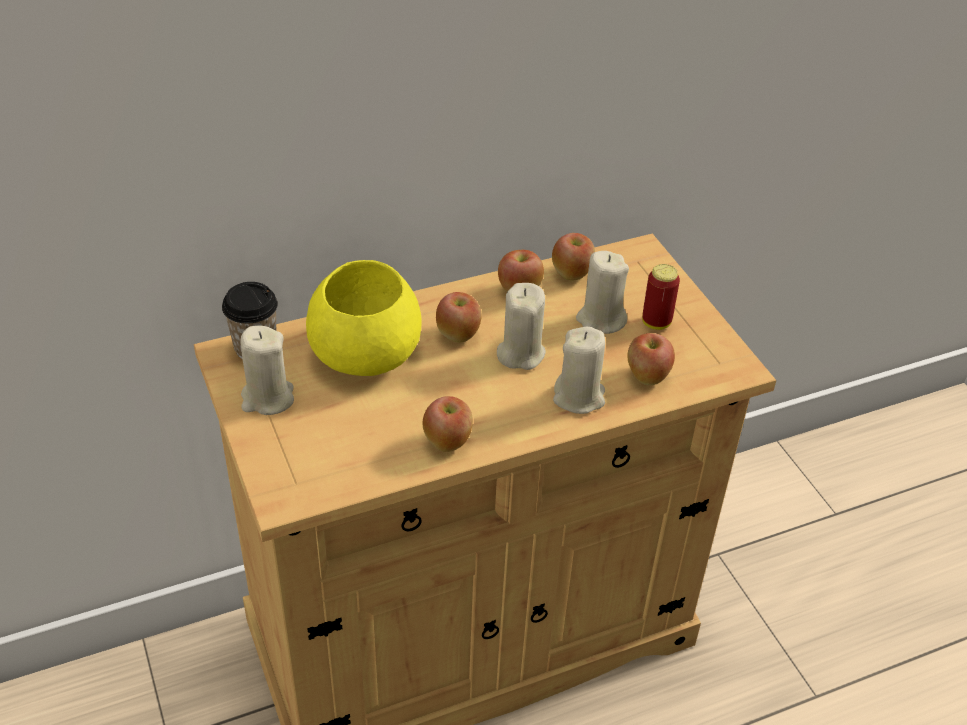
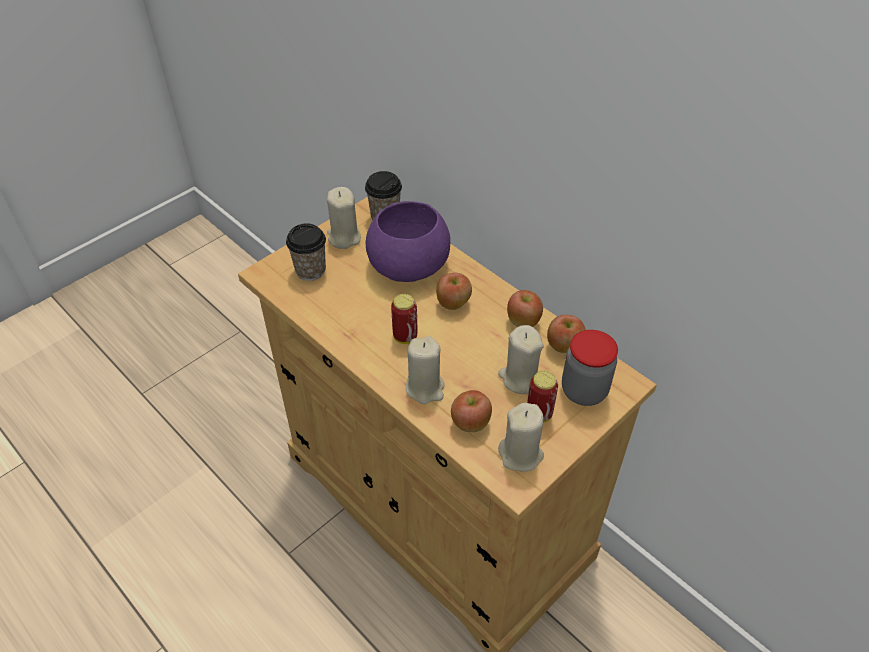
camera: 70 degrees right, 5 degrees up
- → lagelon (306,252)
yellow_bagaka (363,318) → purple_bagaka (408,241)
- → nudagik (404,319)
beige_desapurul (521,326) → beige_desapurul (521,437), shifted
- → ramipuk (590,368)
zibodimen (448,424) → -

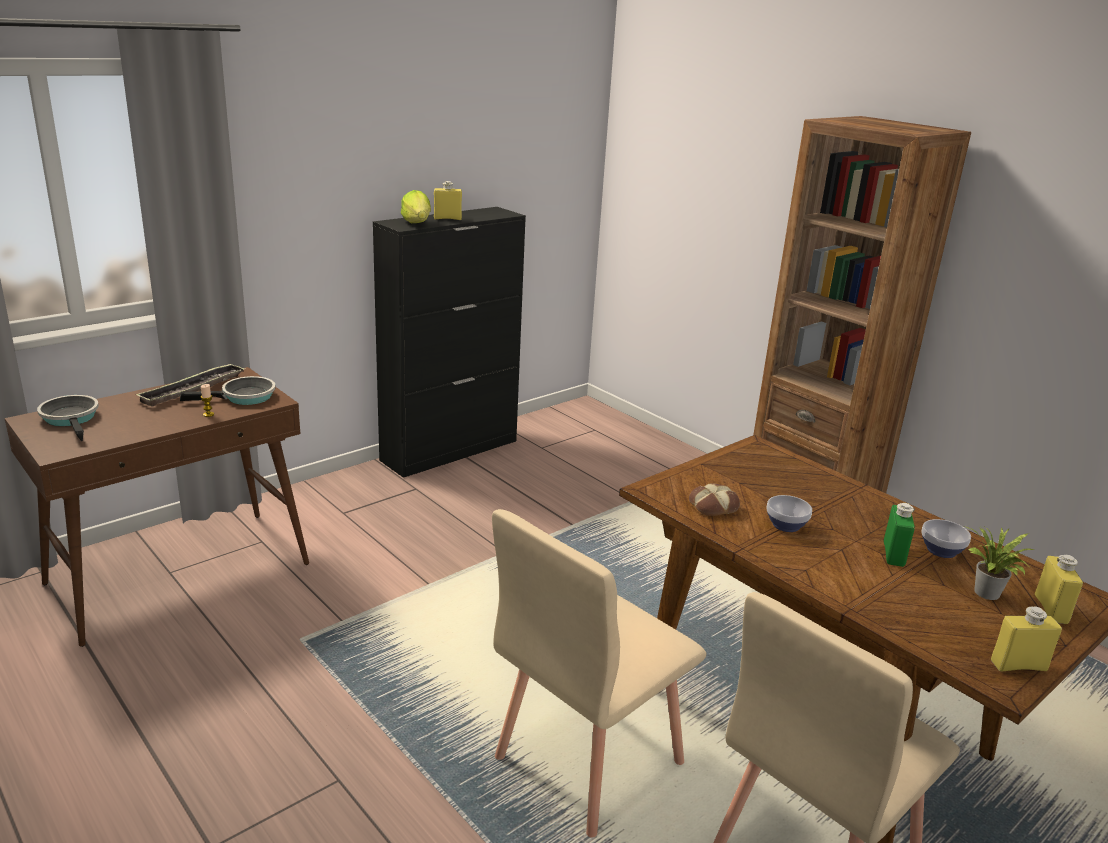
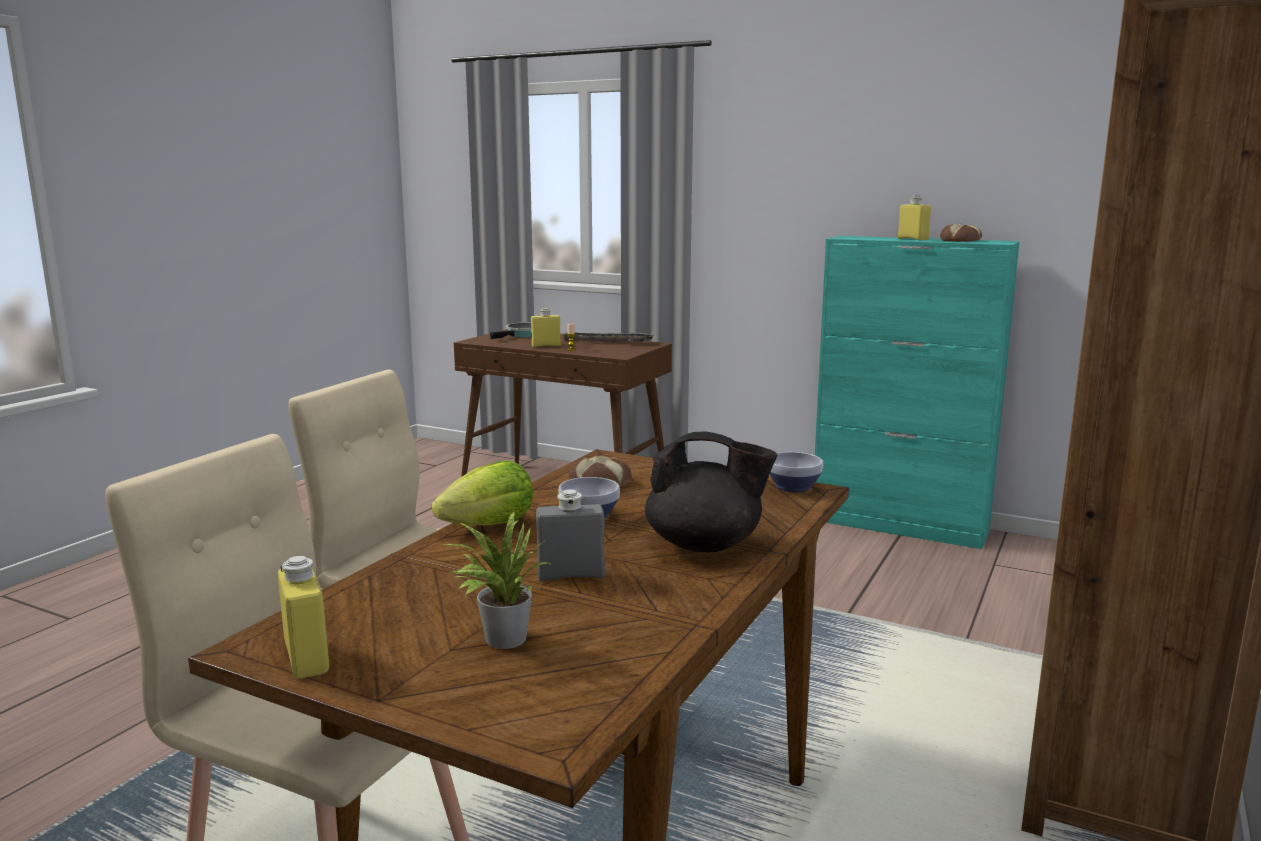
camera: 70 degrees right, 10 degrees down
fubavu (416,206) → fubavu (482,492), shifted
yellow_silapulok (1059,589) → yellow_silapulok (546,327), shifted
green_silapulok (899,535) → grey_silapulok (570,535)
- → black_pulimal (711,492)
bagaka (946,538) → bagaka (796,472), shifted
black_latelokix (449,342) → turquoise_latelokix (917,392)
- → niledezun (961,232)
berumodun (228,390) → -

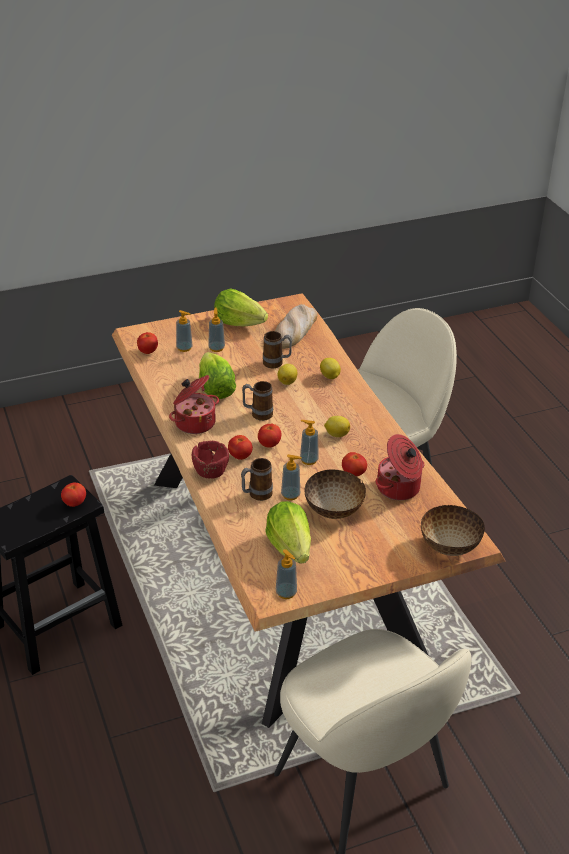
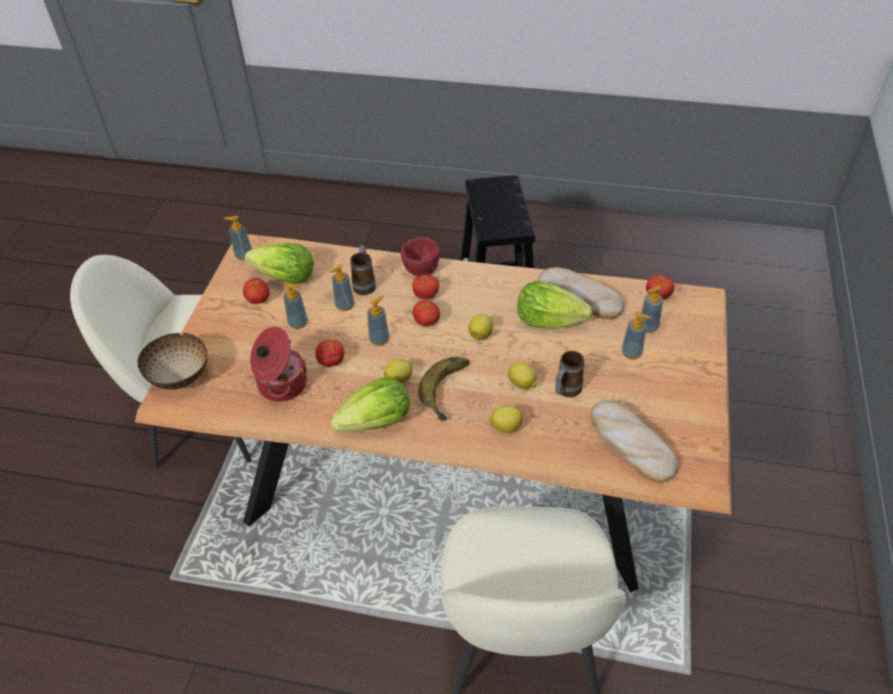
camera: 125 degrees right, 10 degrees up
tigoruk (73,494) → tigoruk (256,291), shifted
bagaka (335,494) → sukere (295,306)
fubavu (241,307) → fubavu (370,405), shifted
- → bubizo (443,389)
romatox (257,401) → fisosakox (480,327)
- → niledezun (581,293)
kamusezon (194,404) → -

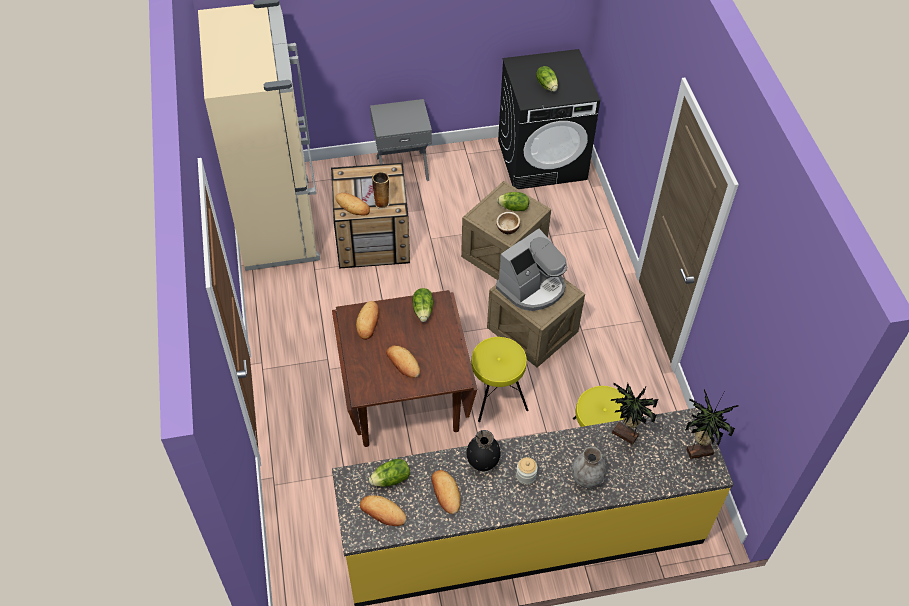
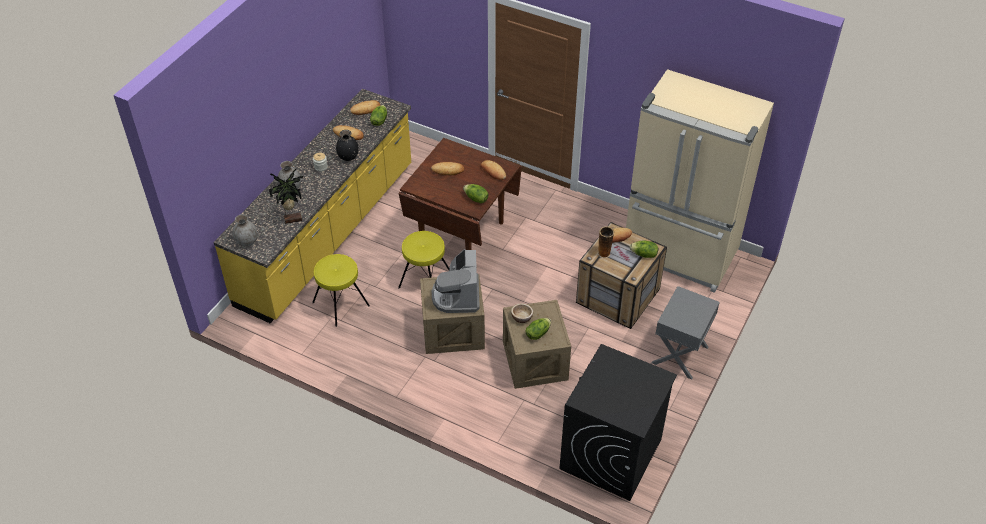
camera: 130 degrees right, 5 degrees down
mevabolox (712,424) → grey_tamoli (245,230)
fubavu (547,79) → fubavu (644,249), shifted

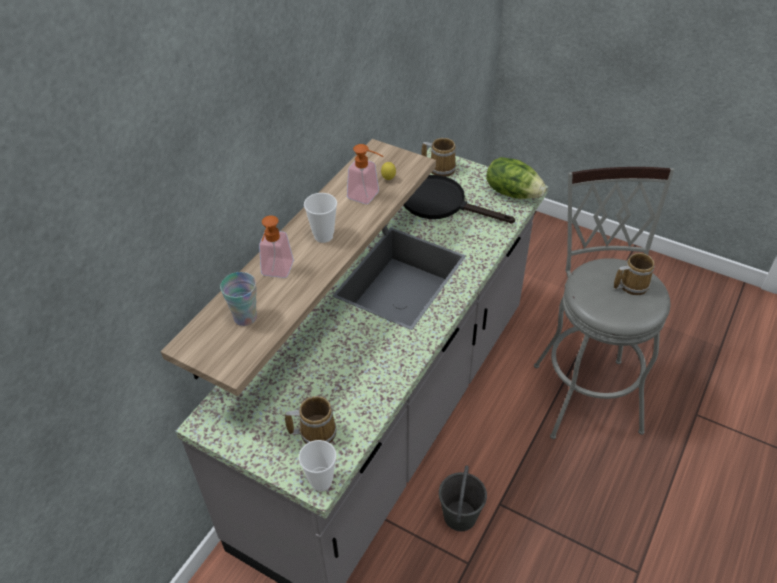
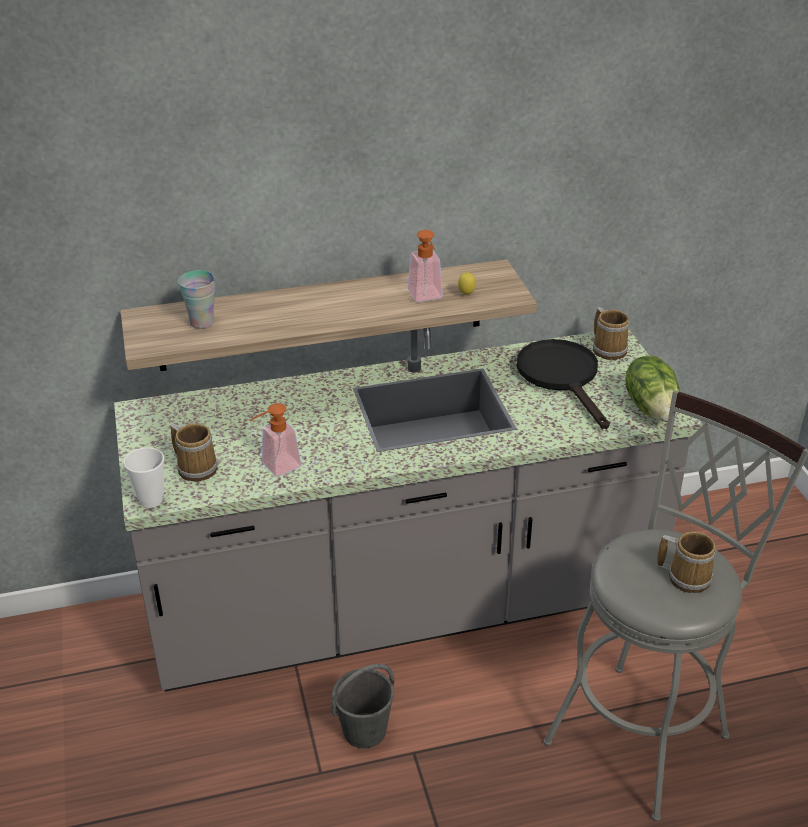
camera: 45 degrees right, 10 degrees down
sukere (276,247) → sukere (275,440), shifted
lagelon (320,218) → -

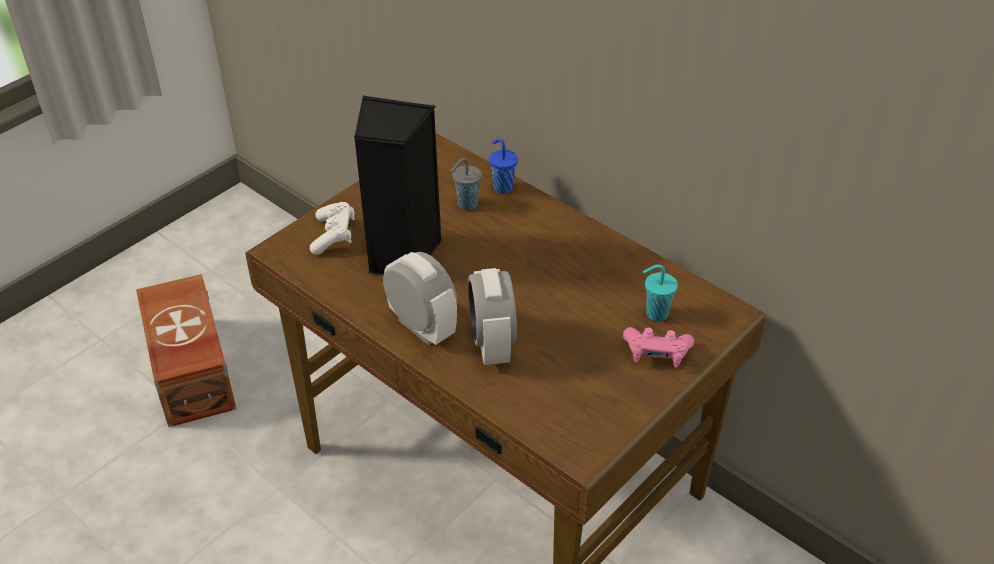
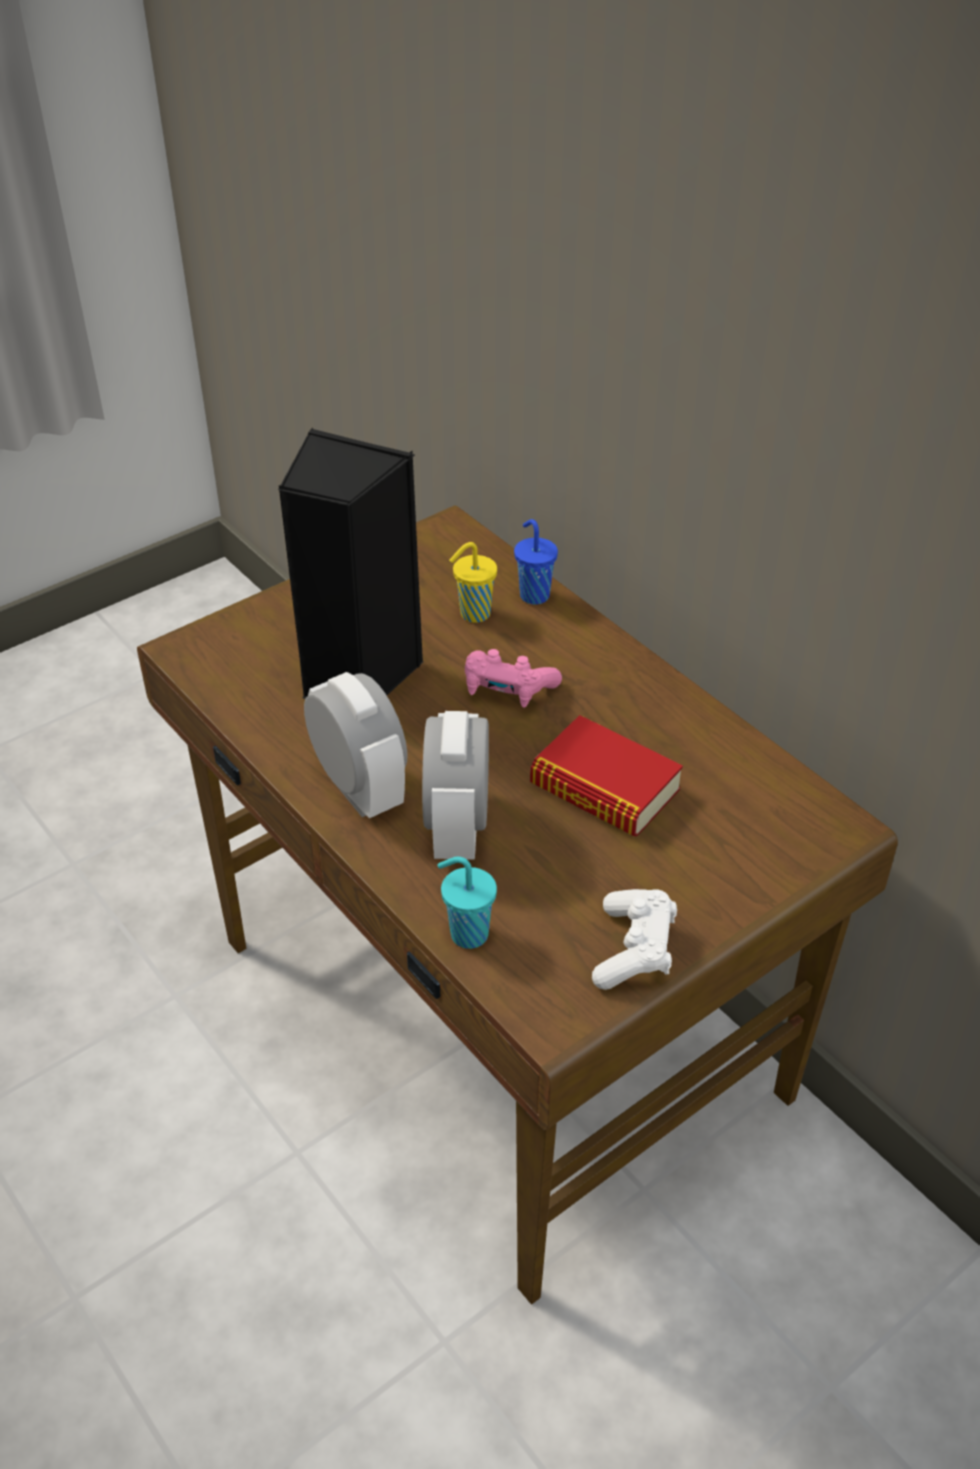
camera: 10 degrees right, 0 degrees up
turquoise_lagelon (660,292) → turquoise_lagelon (467,903), shifted
grey_lagelon (466,184) → yellow_lagelon (473,582)
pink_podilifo (658,347) → pink_podilifo (513,678), shifted
- → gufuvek (606,776)
white_podilifo (332,228) → white_podilifo (634,939), shifted
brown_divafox (186,350) → -

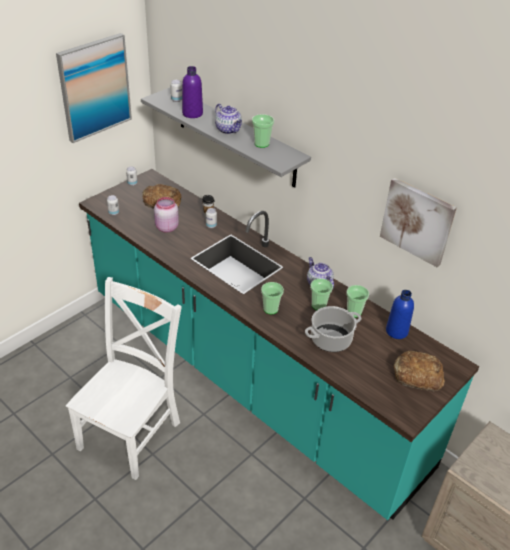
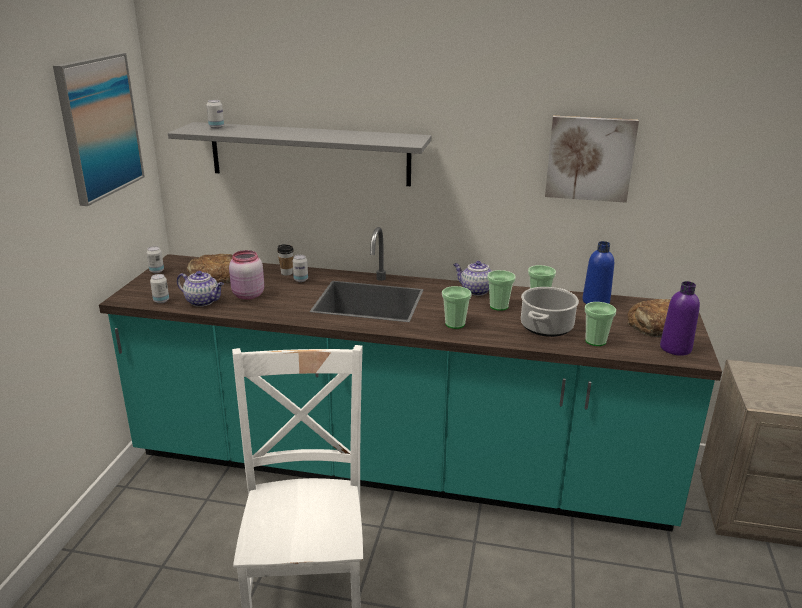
camera: 30 degrees left, 15 degrees down
pulimal (228,119) → pulimal (200,289), shifted
lagelon (263,131) → lagelon (600,324), shifted
purple_silapulok (192,92) → purple_silapulok (680,318), shifted

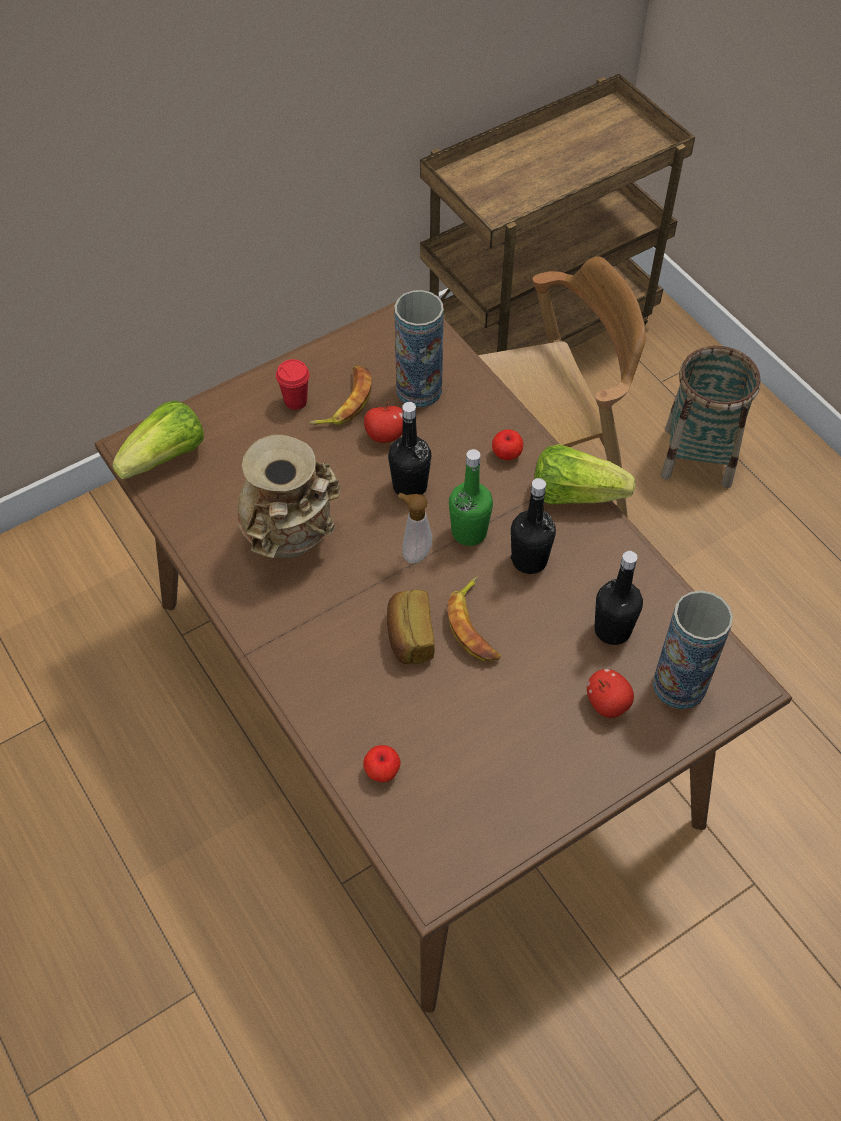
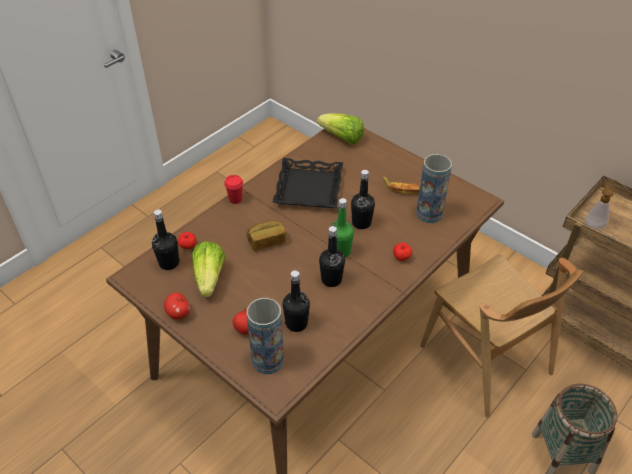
camera: 75 degrees right, 10 degrees down
- → black_silapulok (166,240)
zibodimen (383,422) → zibodimen (177,306), shifted
fubavu (584,474) → fubavu (209,269), shifted
red_lagelon (293,384) → red_lagelon (233,189), shifted
beige_tamoli (288,496) → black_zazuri (308,183)
sukere (415,528) → sukere (599,207), shifted
bubizo (474,619) → -

